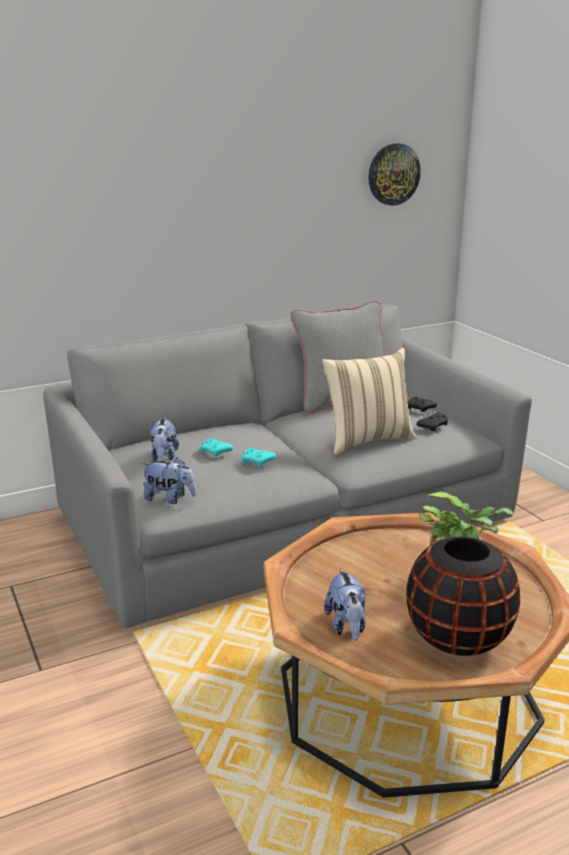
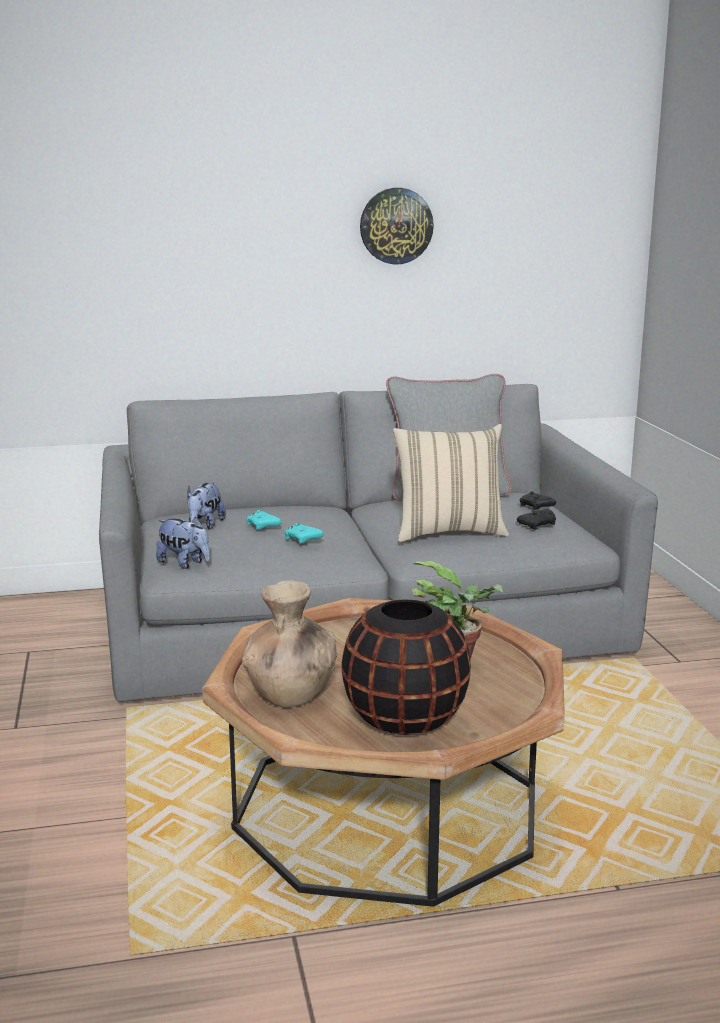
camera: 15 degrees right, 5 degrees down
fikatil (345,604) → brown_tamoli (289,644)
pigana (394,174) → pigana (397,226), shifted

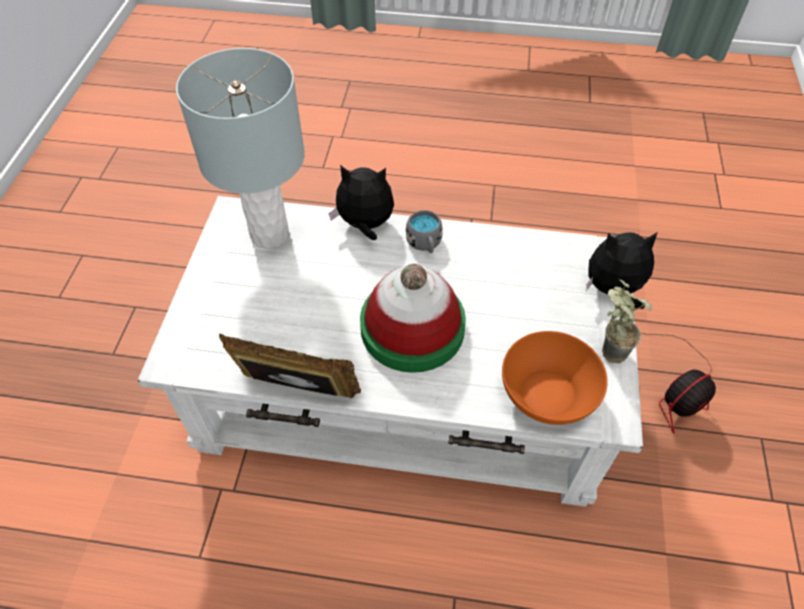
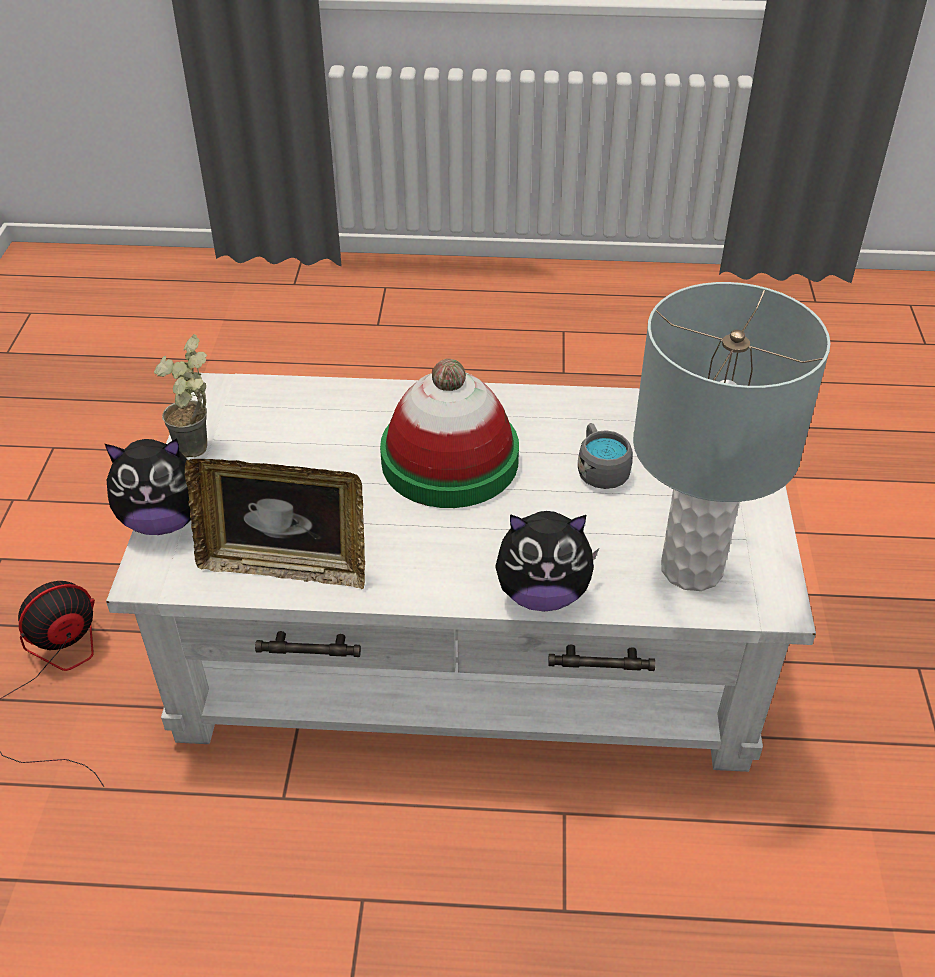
camera: 175 degrees right, 10 degrees down
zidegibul (290,365) → zidegibul (274,524), shifted
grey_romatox (424,231) → grey_romatox (605,456), shifted
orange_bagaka (554,378) → -

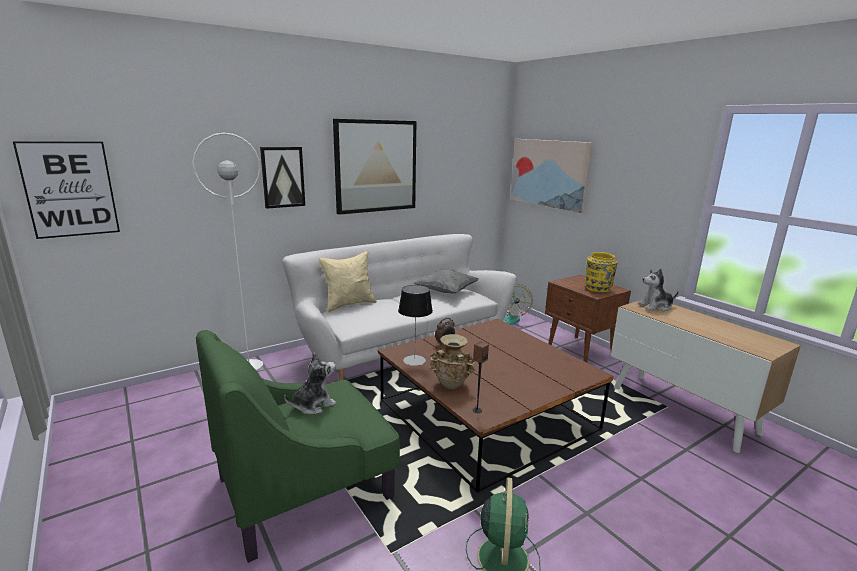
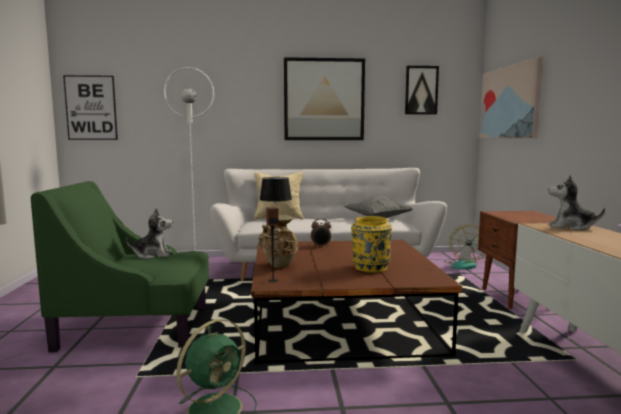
camera: 30 degrees right, 10 degrees down
yellow_tamoli (601,272) → yellow_tamoli (371,244), shifted
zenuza (282,178) → zenuza (422,90), shifted

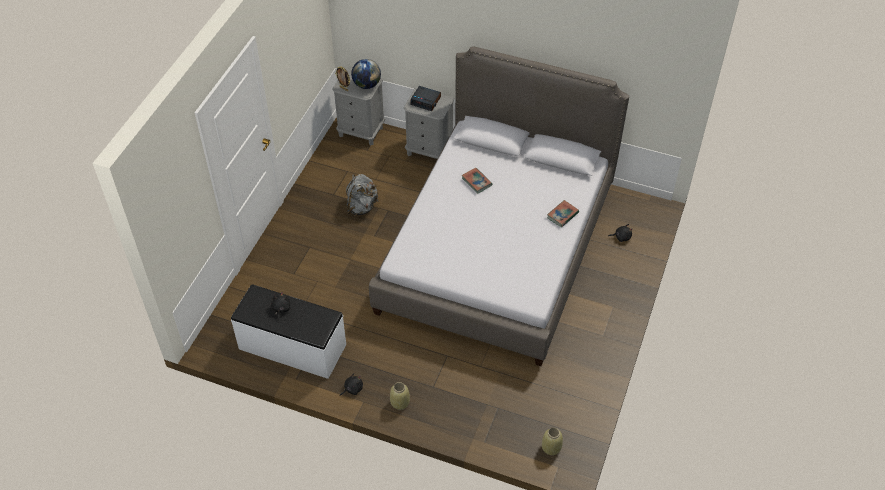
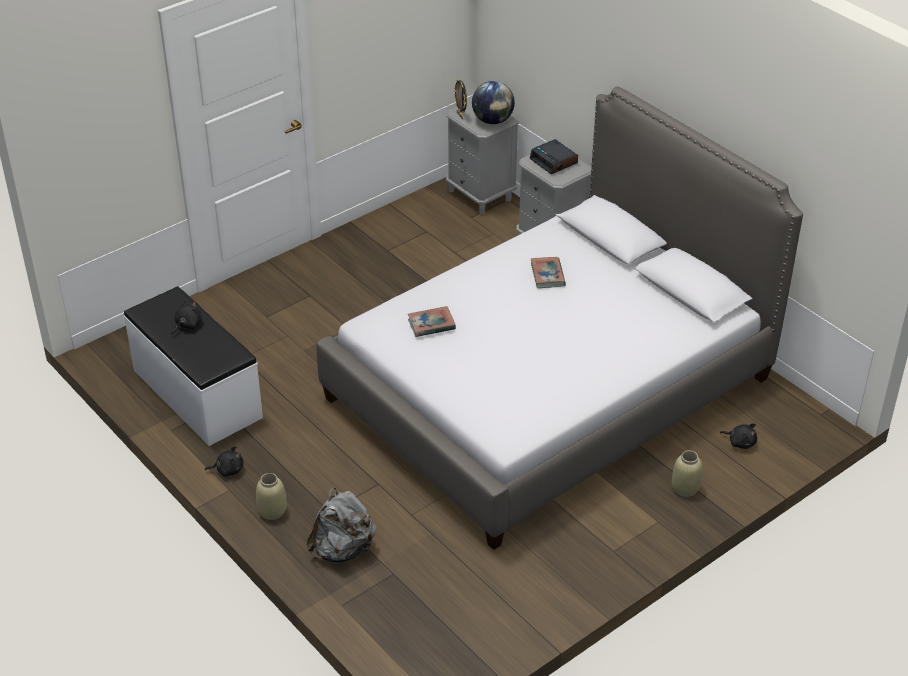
camera: 30 degrees right, 10 degrees down
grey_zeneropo (362,195) → grey_zeneropo (341,524), shifted
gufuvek (563,213) → gufuvek (432,321), shifted
beige_tamoli (552,441) → beige_tamoli (687,473), shifted

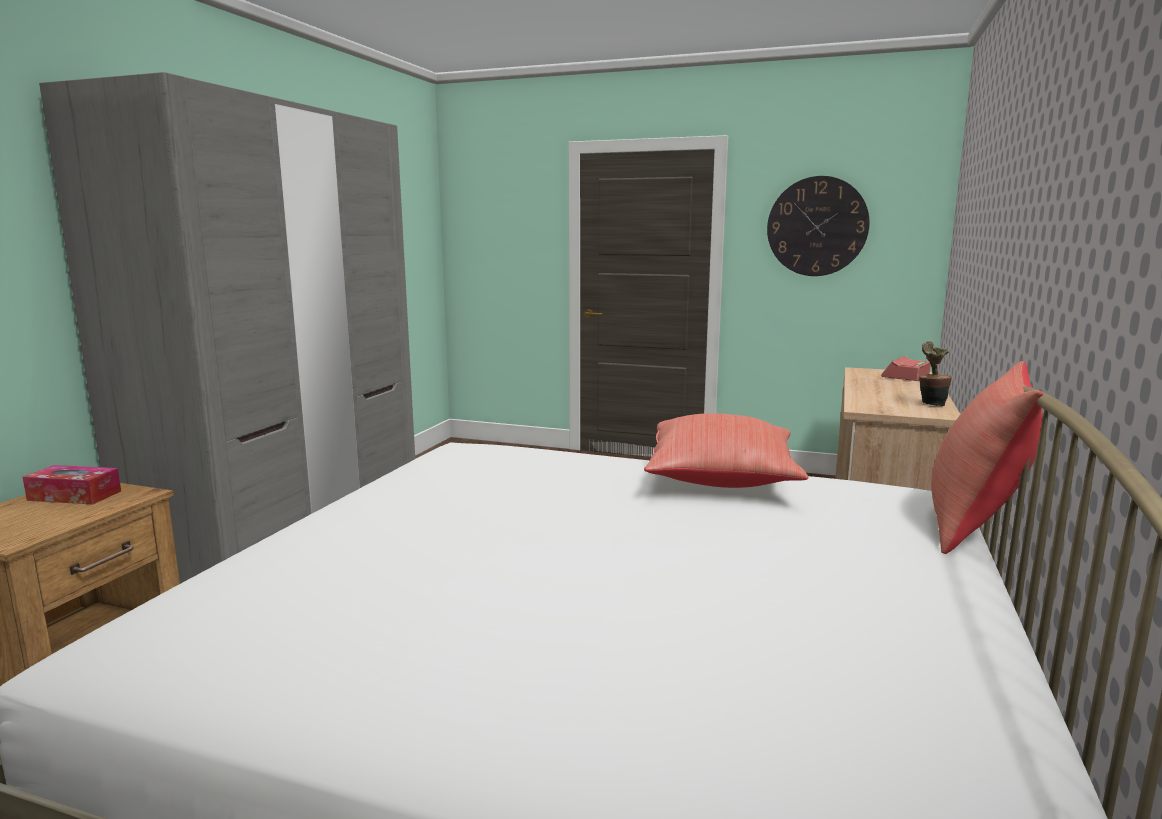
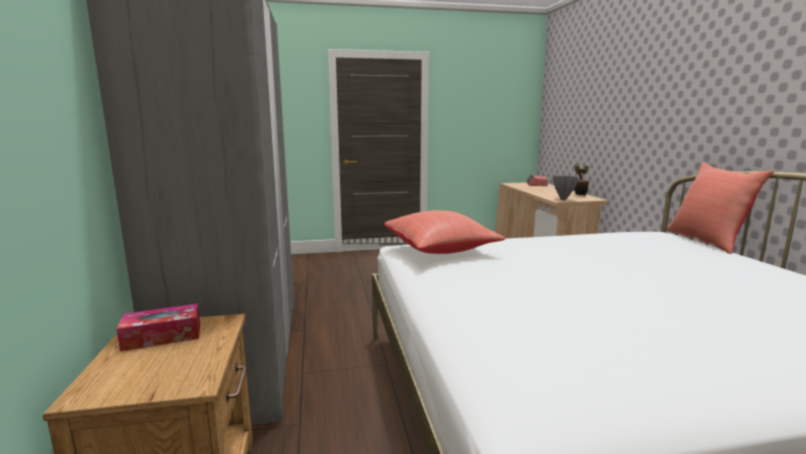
camera: 30 degrees left, 0 degrees up
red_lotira (726,450) → red_lotira (444,232), shifted
- → grey_tamoli (566,188)
pigana (818,226) → -

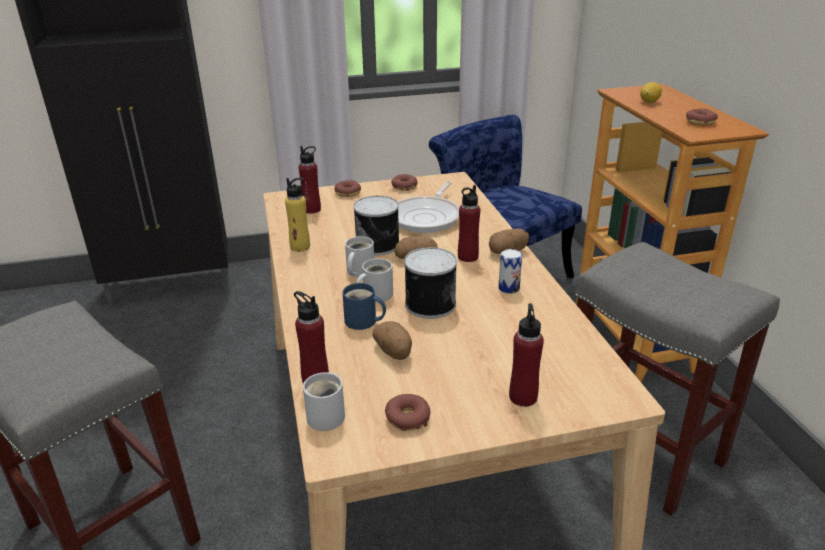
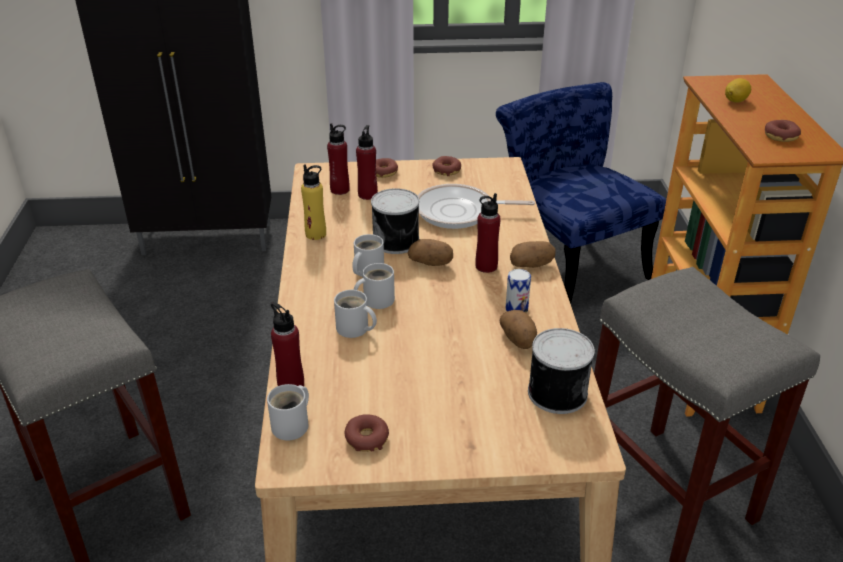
camera: 10 degrees right, 5 degrees up
blue_romatox (364,306) → white_romatox (355,314)
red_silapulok (526,355) → red_silapulok (367,162), shifted
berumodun (428,207) → berumodun (476,206), 60 degrees clockwise
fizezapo (392,340) → fizezapo (518,329), shifted
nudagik (430,283) → nudagik (561,371), shifted

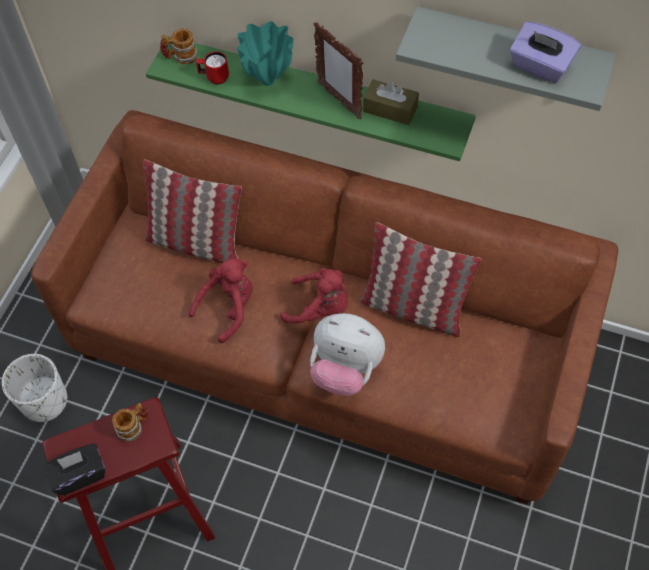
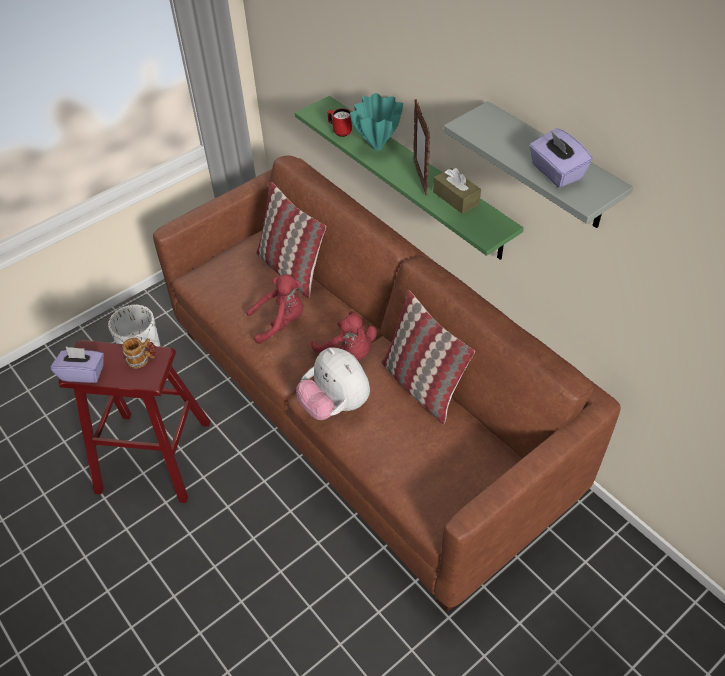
camera: 30 degrees right, 10 degrees down
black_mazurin (75,469) → purple_mazurin (77,365)
romatox (179,46) → -

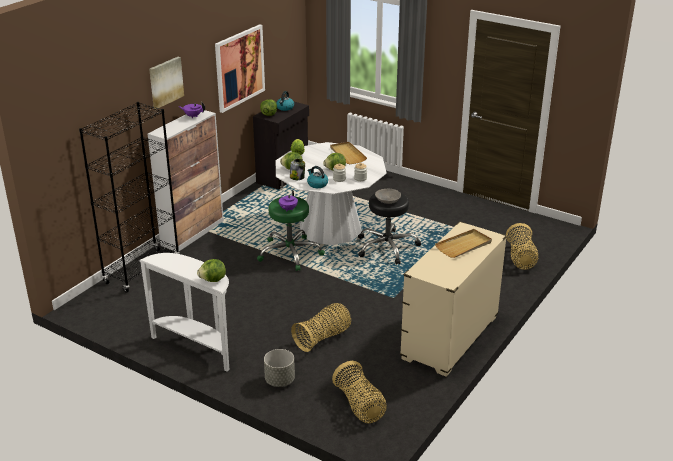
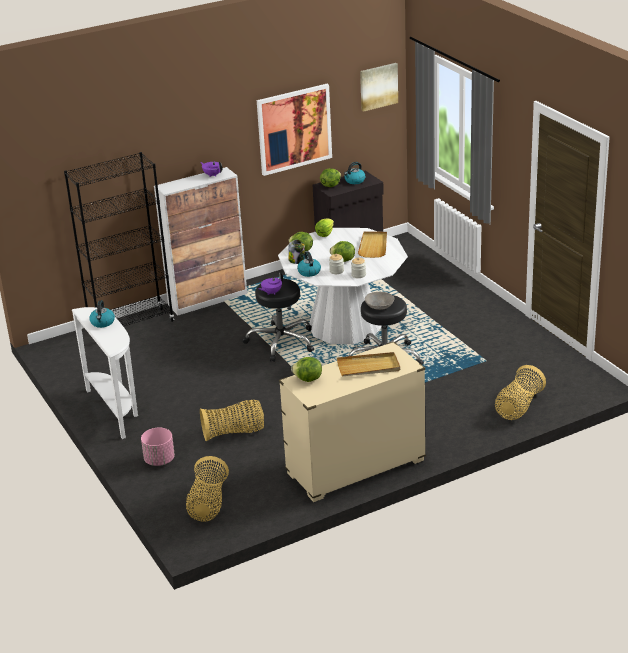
camera: 30 degrees right, 0 degrees up
- → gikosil (102,314)
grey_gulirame (279,368) → pink_gulirame (158,447)
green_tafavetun (291,233) → black_tafavetun (278,320)
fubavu (211,270) → fubavu (306,369), shifted
zenuza (166,83) → zenuza (379,87), shifted

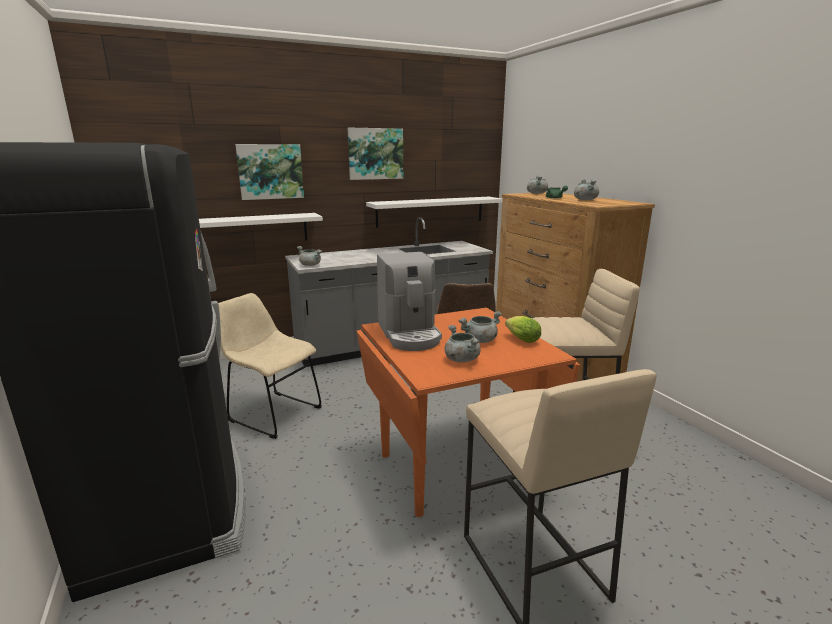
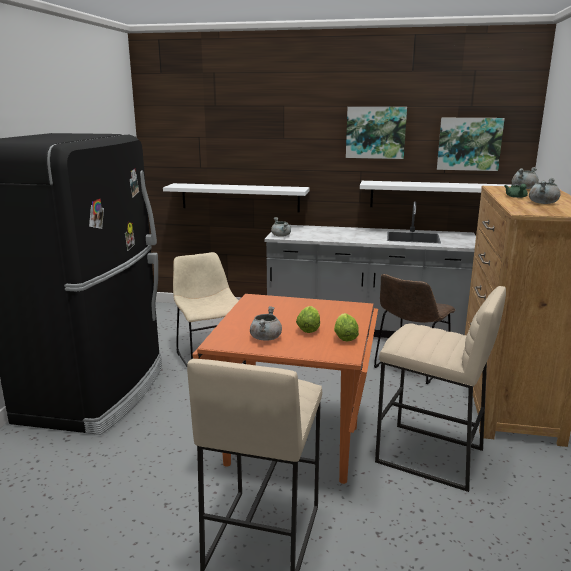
camera: 35 degrees right, 0 degrees up
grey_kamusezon (480,327) → fubavu (308,319)
zenuza (269,172) → zenuza (471,144), shifted
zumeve (409,301) → -

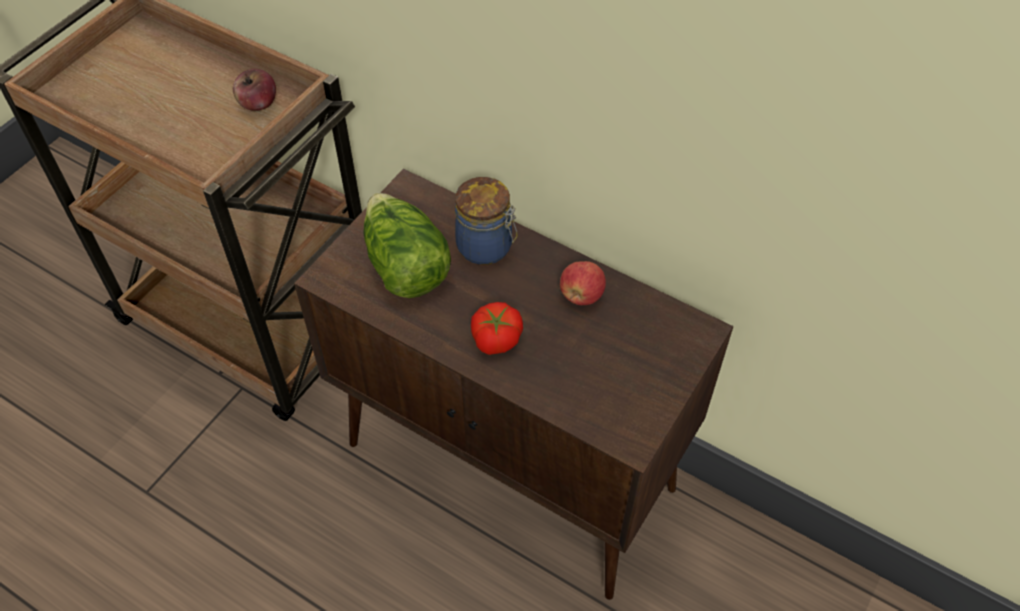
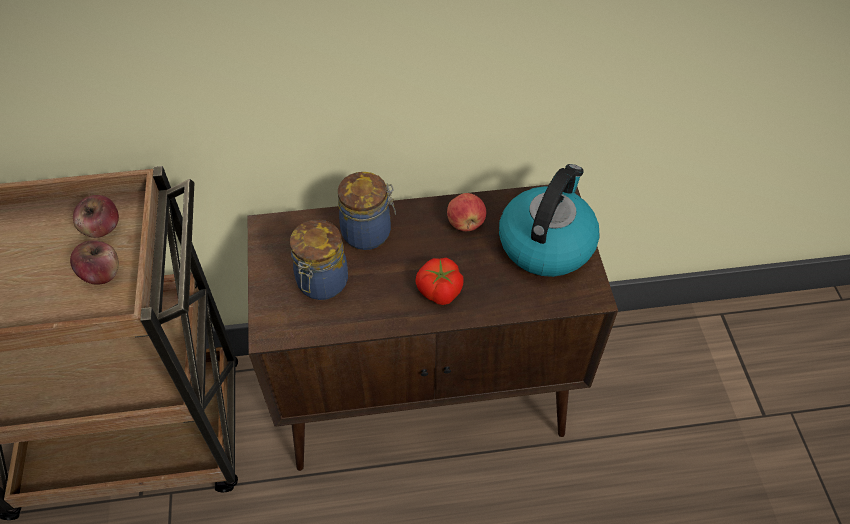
camera: 40 degrees left, 0 degrees up
- → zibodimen (94,262)
fubavu (407,245) → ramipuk (319,260)
- → gikosil (549,220)

